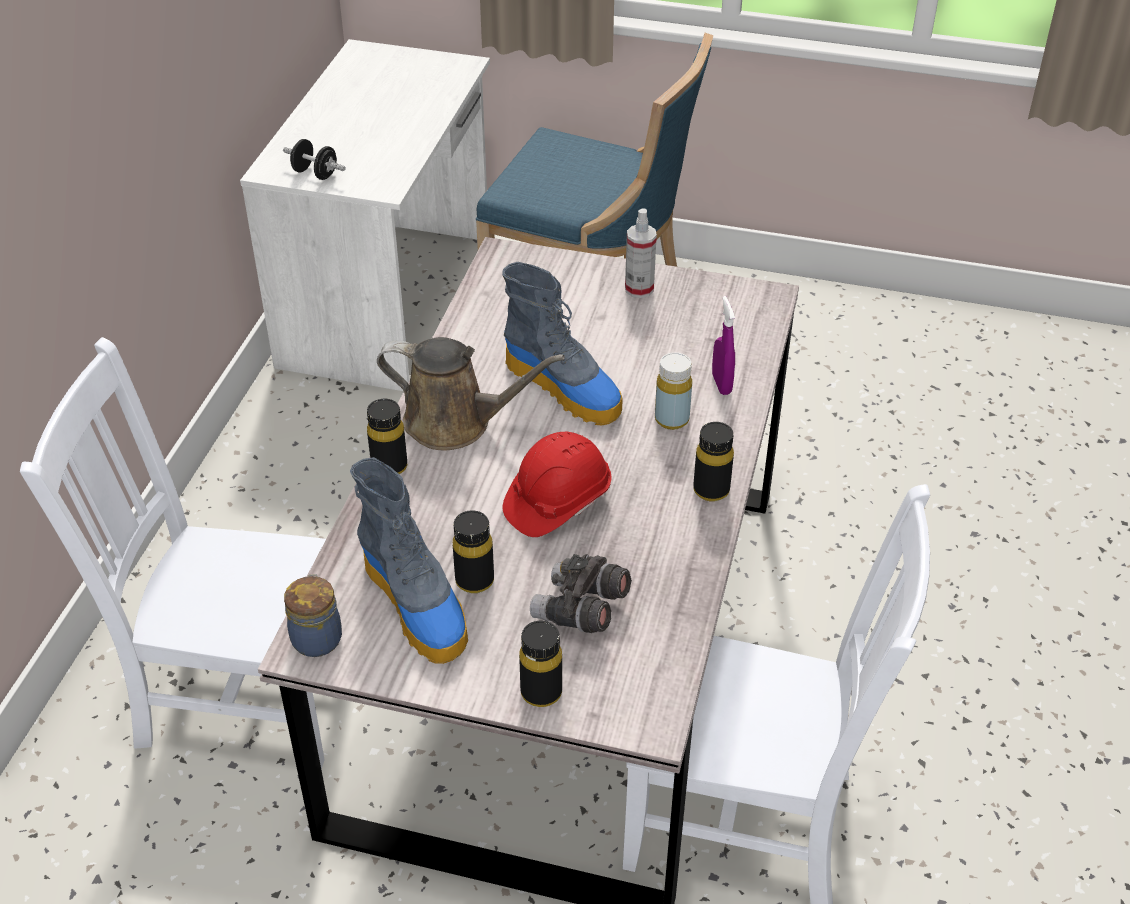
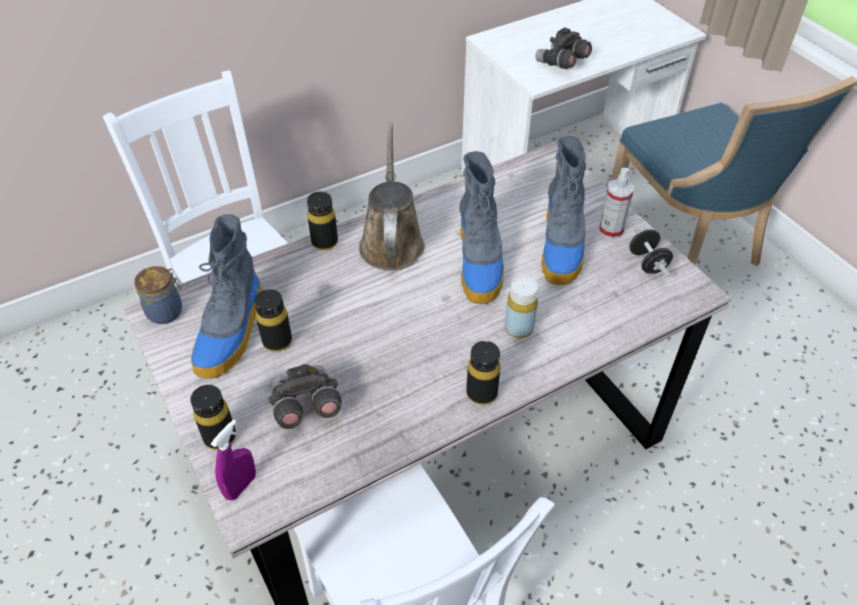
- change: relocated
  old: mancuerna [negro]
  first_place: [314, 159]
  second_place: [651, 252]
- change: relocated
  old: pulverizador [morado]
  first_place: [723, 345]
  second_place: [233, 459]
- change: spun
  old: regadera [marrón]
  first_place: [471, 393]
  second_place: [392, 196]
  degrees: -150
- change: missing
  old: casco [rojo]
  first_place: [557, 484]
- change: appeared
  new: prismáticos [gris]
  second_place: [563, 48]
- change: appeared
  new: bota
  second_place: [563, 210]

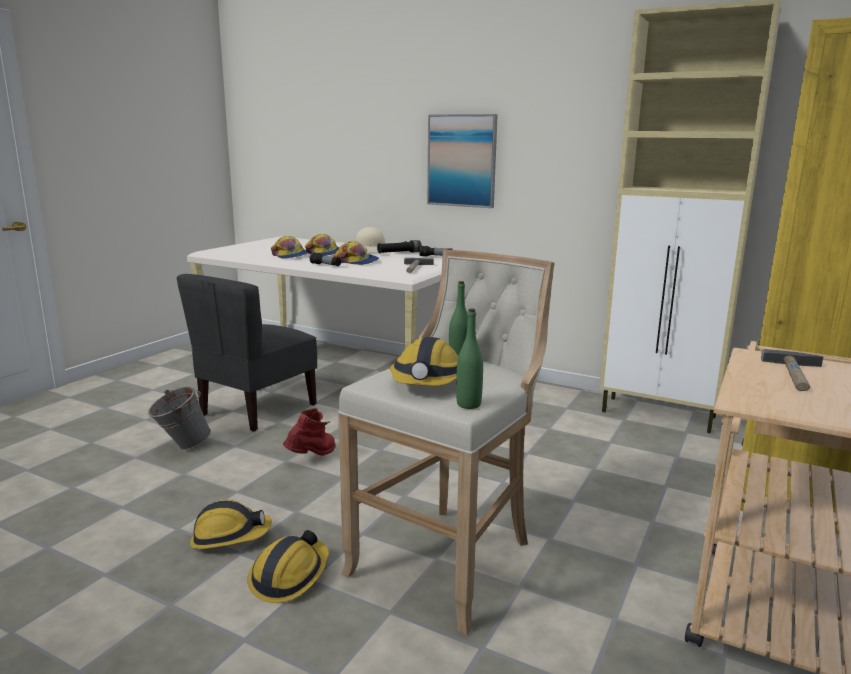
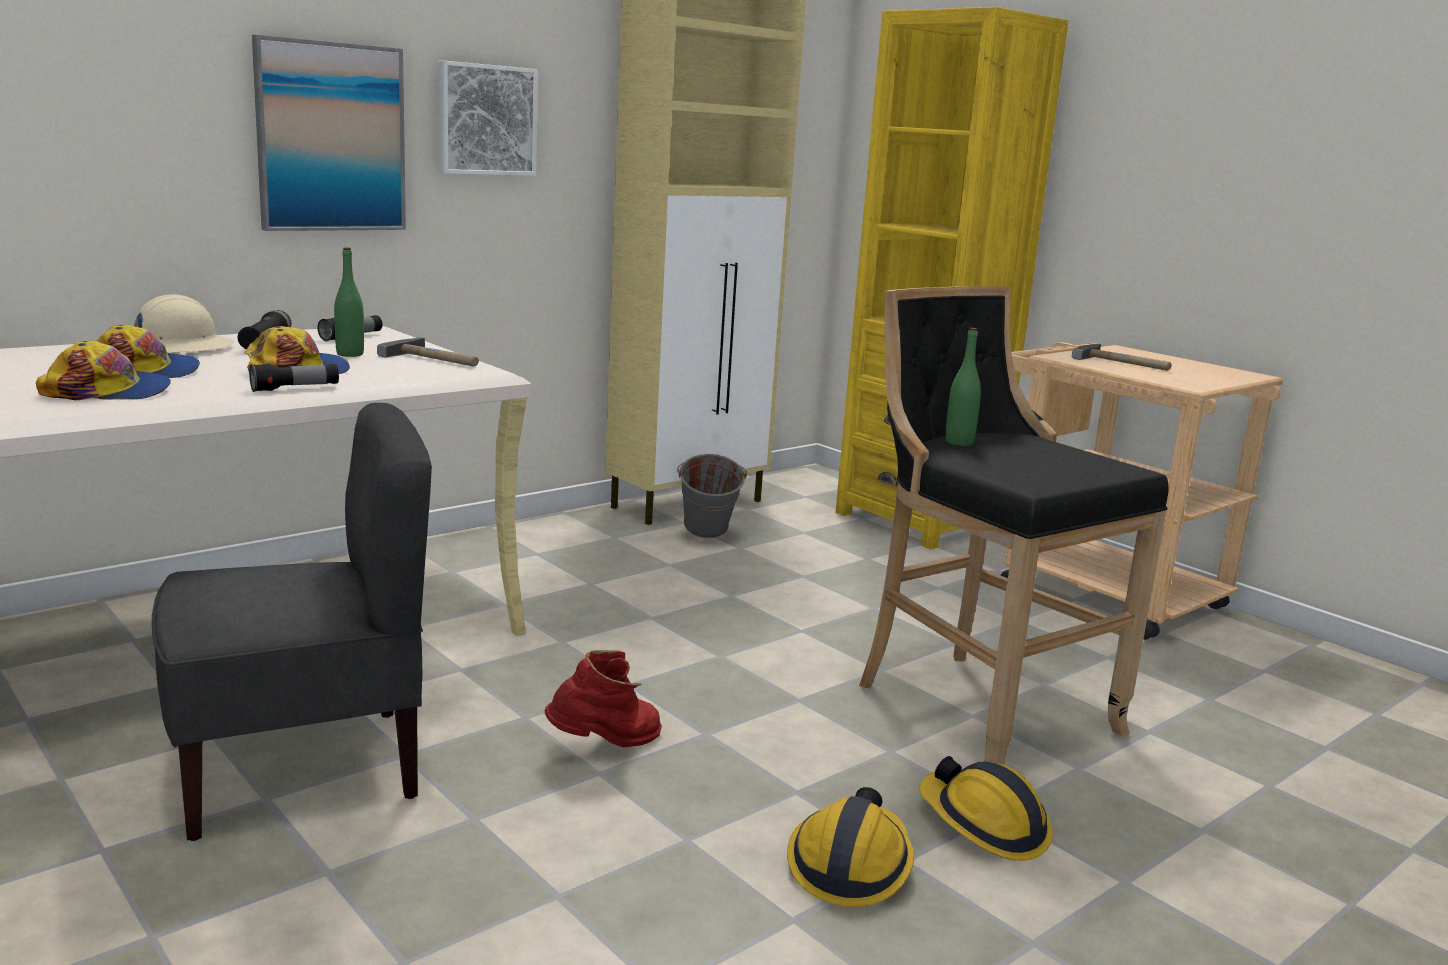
- change: colour
  old: taburete [beis]
  new: taburete [negro]
  first_place: [446, 442]
  second_place: [1014, 525]
- change: spun
  old: silla [gris]
  first_place: [247, 353]
  second_place: [292, 622]
  degrees: -75
- change: relocated
  old: botella [verde]
  first_place: [469, 358]
  second_place: [349, 302]
- change: missing
  old: casco
  first_place: [424, 361]
- change: relocated
  old: cubo [gris]
  first_place: [179, 418]
  second_place: [712, 496]
- change: spun
  old: bota [rojo]
  first_place: [309, 432]
  second_place: [603, 699]
  degrees: 90
- change: appeared
  new: cuadro
  second_place: [488, 118]

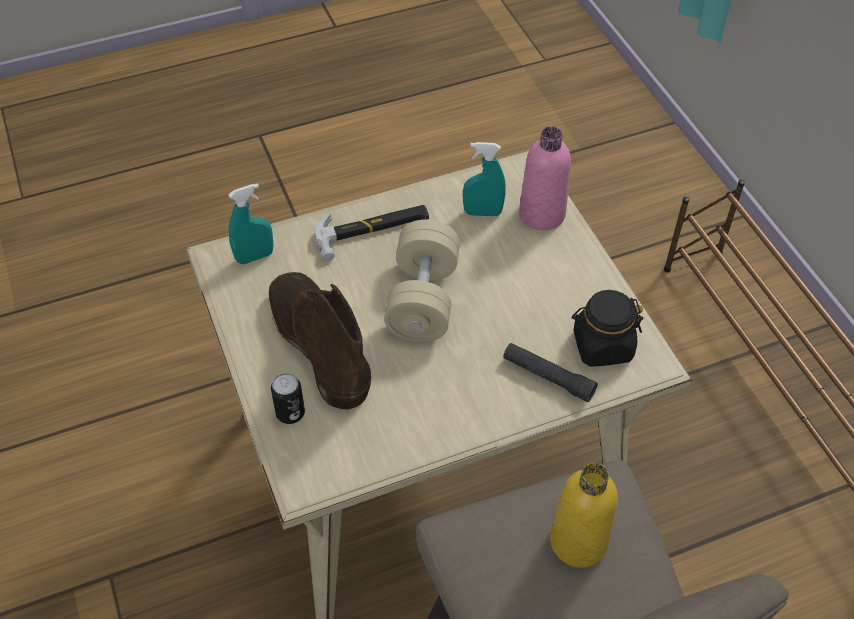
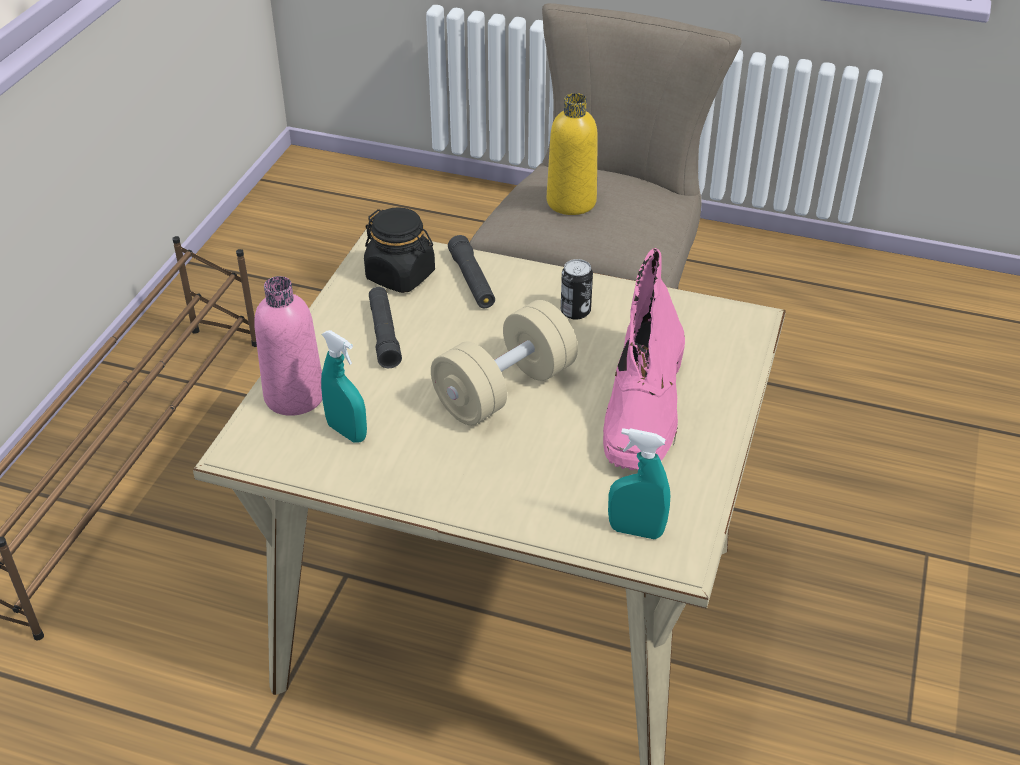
- change: missing
  old: martillo
  first_place: [372, 233]
- change: colour
  old: bota [marrón]
  new: bota [rosa]
  first_place: [320, 341]
  second_place: [644, 359]
- change: relocated
  old: lata
  first_place: [288, 398]
  second_place: [577, 289]
- change: appeared
  new: linterna [negro]
  second_place: [385, 327]

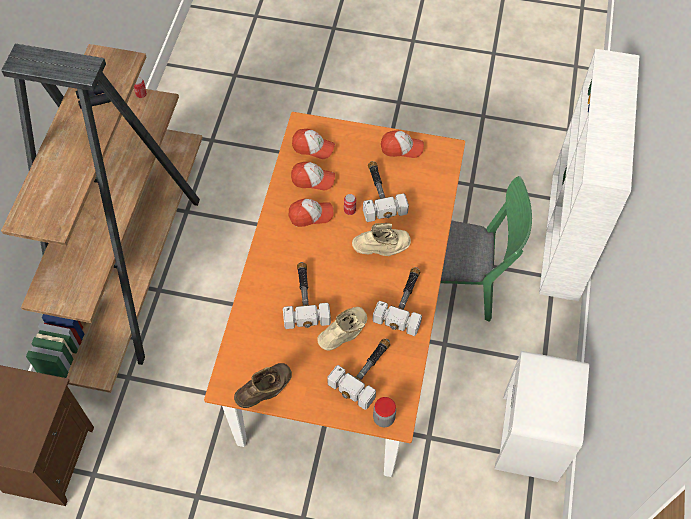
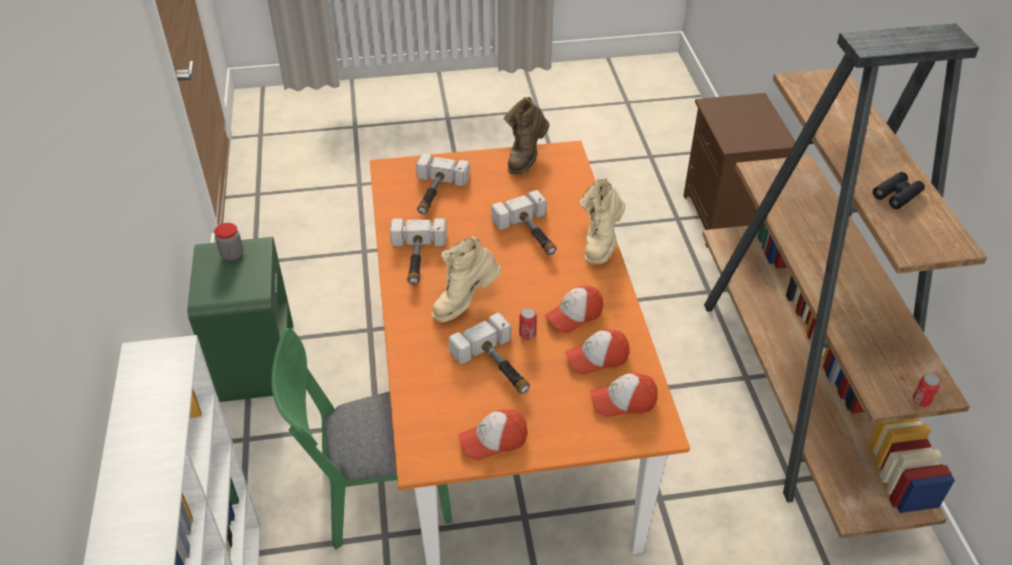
- change: relocated
  old: bota [beis]
  first_place: [342, 329]
  second_place: [602, 221]
- change: colour
  old: mesita de noche [blanco]
  new: mesita de noche [verde]
  first_place: [541, 416]
  second_place: [240, 319]
- change: relocated
  old: tarro
  first_place: [384, 412]
  second_place: [228, 242]

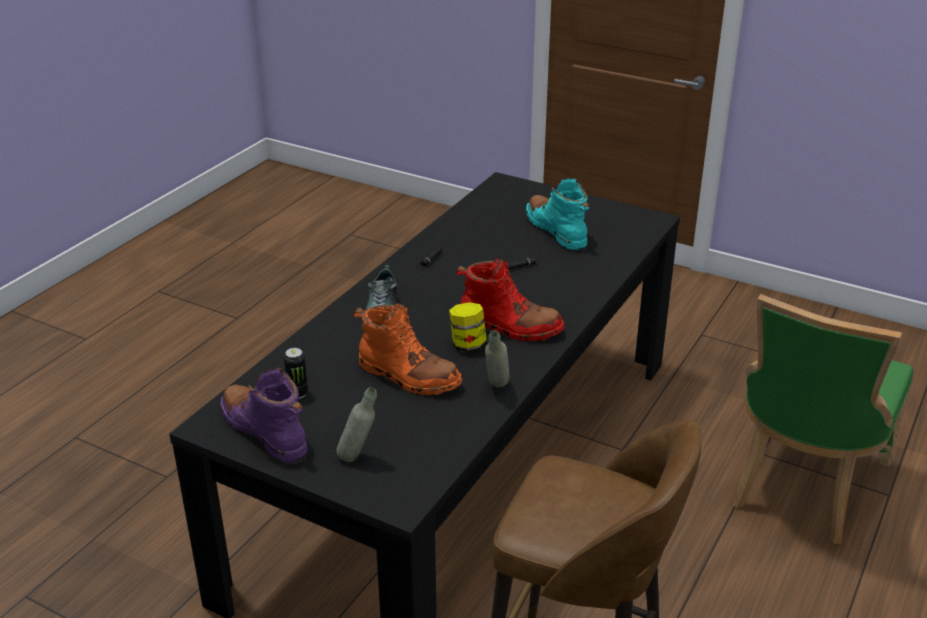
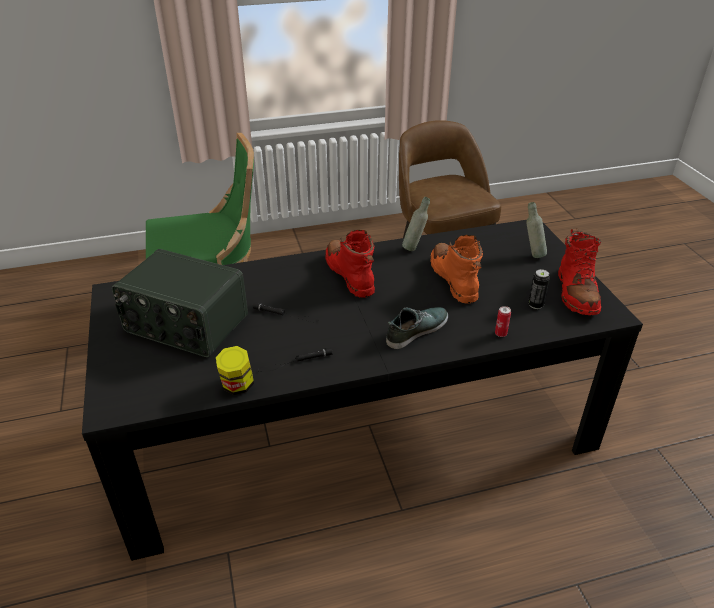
- change: exchanged
  old: bota [turquesa]
  new: radio
  first_place: [558, 214]
  second_place: [180, 303]
- change: relocated
  old: tarro
  first_place: [468, 327]
  second_place: [235, 370]
- change: colour
  old: bota [morado]
  new: bota [rojo]
  first_place: [264, 415]
  second_place: [579, 271]
- change: appeared
  new: lata
  second_place: [503, 321]

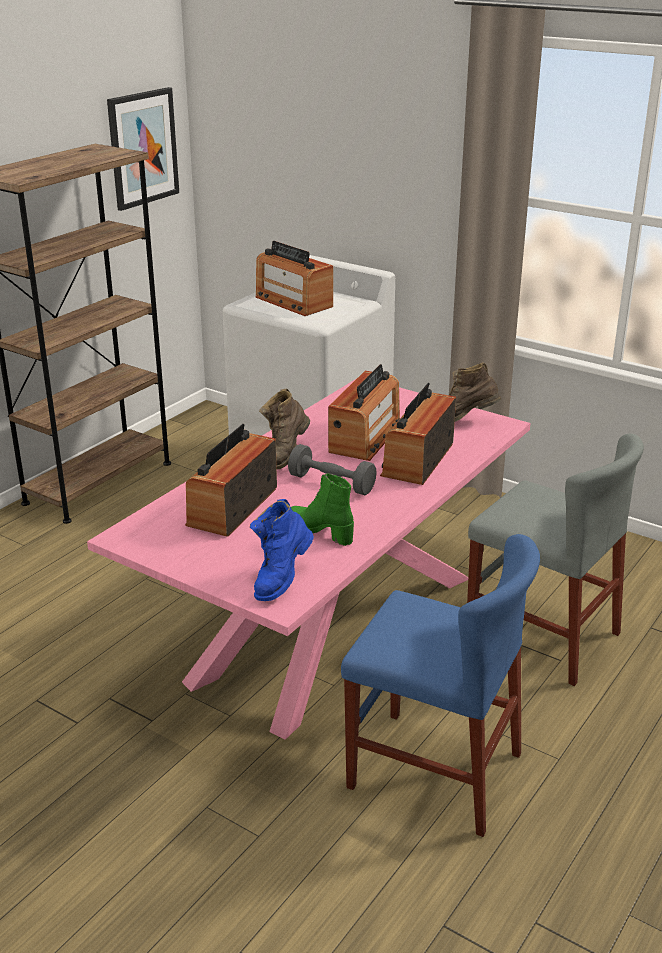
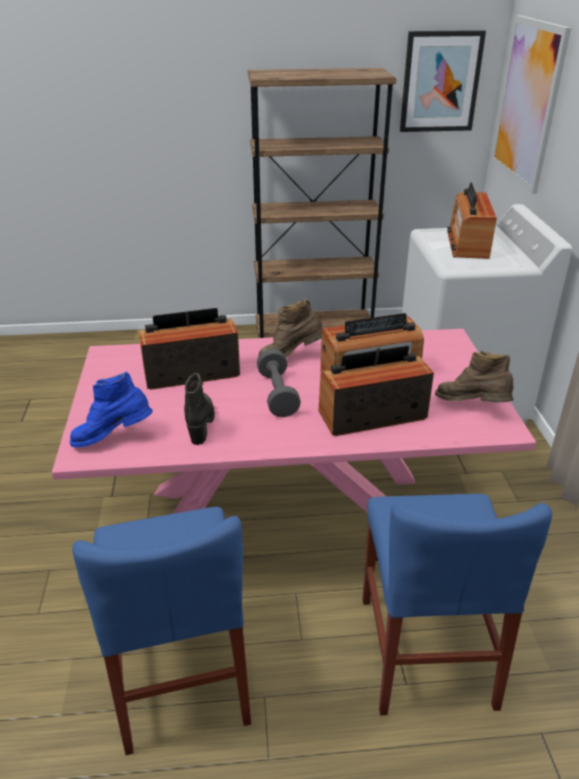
- change: colour
  old: silla [gris]
  new: silla [azul]
  first_place: [555, 559]
  second_place: [457, 605]
- change: colour
  old: bota [verde]
  new: bota [negro]
  first_place: [322, 510]
  second_place: [199, 409]
- change: appeared
  new: cuadro
  second_place: [531, 104]

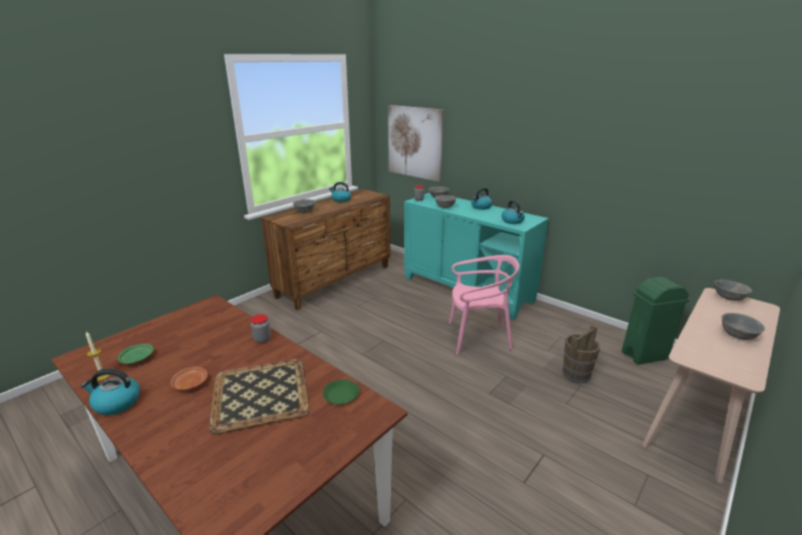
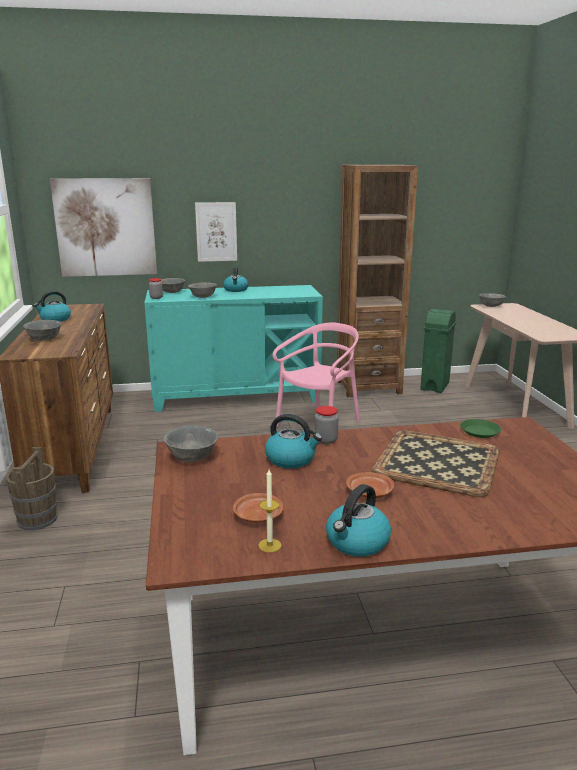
- change: relocated
  old: hervidor
  first_place: [513, 212]
  second_place: [293, 441]
- change: relocated
  old: cuenco [gris]
  first_place: [743, 326]
  second_place: [191, 443]
- change: relocated
  old: cubo [marrón]
  first_place: [581, 354]
  second_place: [31, 488]
- change: colour
  old: plato [verde]
  new: plato [marrón]
  first_place: [136, 354]
  second_place: [258, 507]
- change: appeared
  new: estantería [marrón]
  second_place: [377, 281]
- change: appeared
  new: cuadro
  second_place: [216, 232]

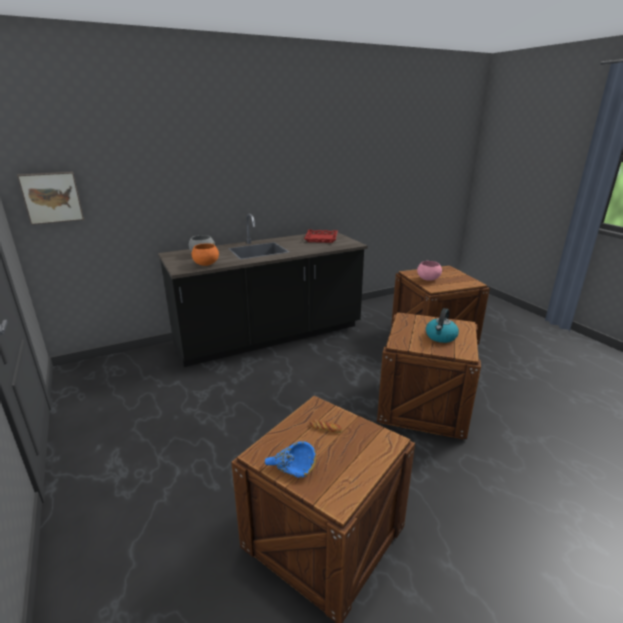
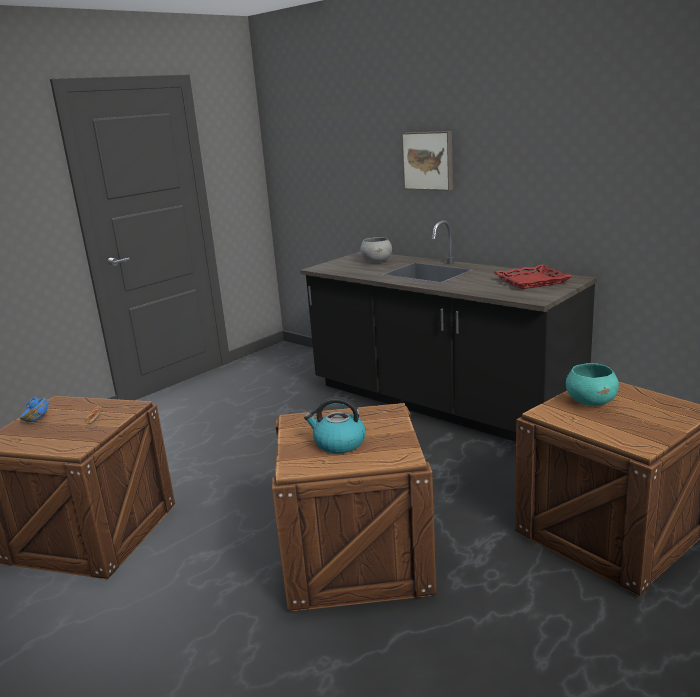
- change: relocated
  old: cuadro
  first_place: [50, 198]
  second_place: [427, 161]
- change: missing
  old: cuenco [naranja]
  first_place: [205, 255]
- change: colour
  old: cuenco [rosa]
  new: cuenco [turquesa]
  first_place: [429, 271]
  second_place: [592, 384]

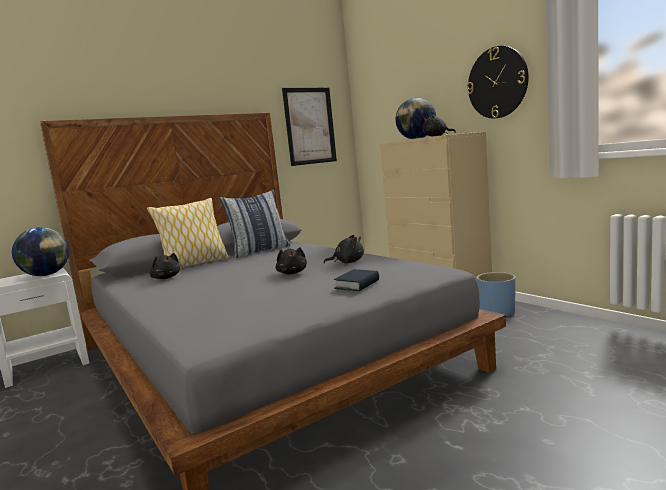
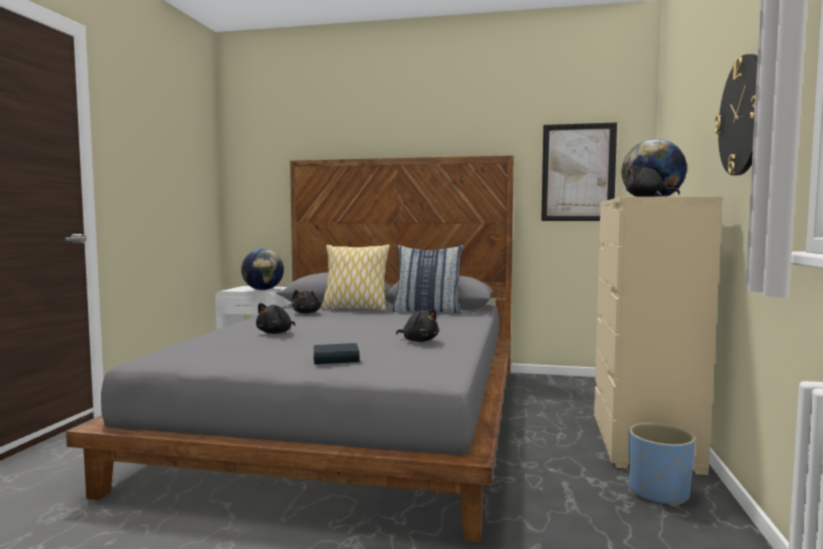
- change: relocated
  old: peluche [negro]
  first_place: [291, 260]
  second_place: [275, 318]

